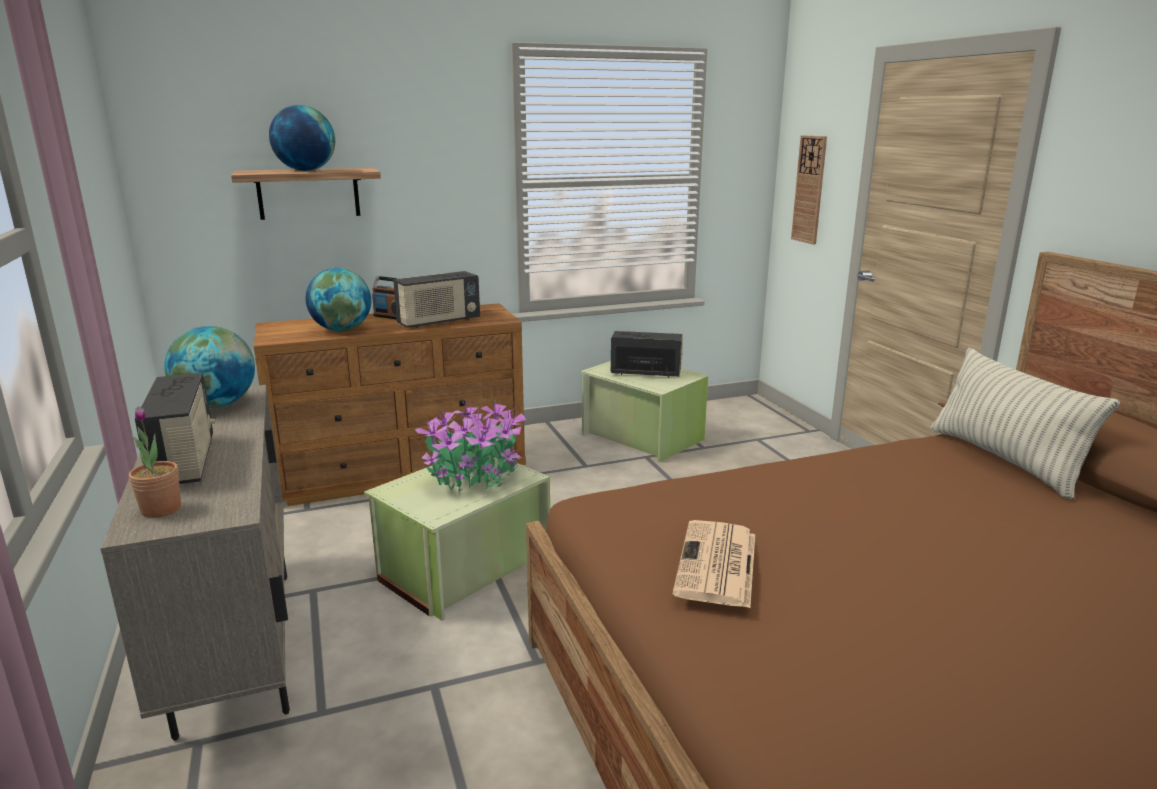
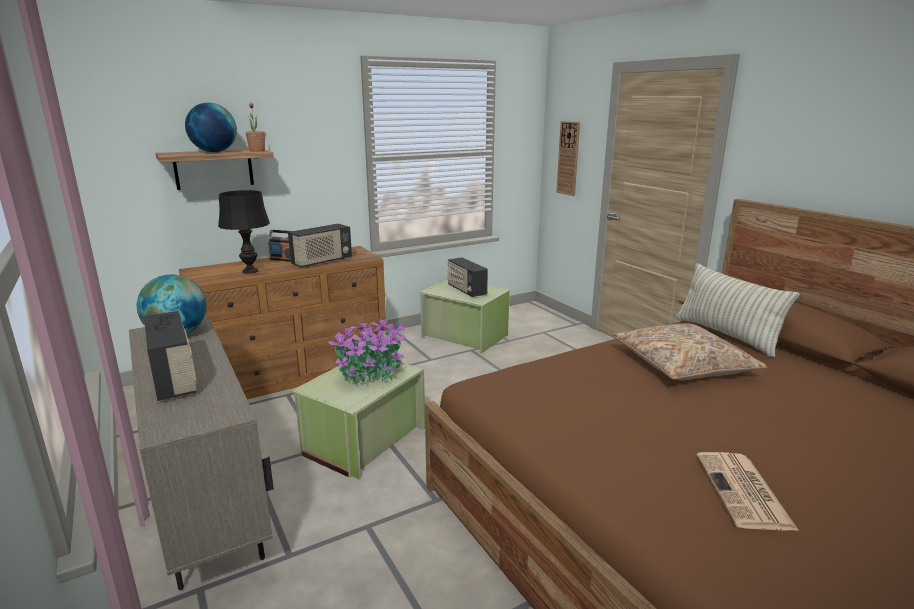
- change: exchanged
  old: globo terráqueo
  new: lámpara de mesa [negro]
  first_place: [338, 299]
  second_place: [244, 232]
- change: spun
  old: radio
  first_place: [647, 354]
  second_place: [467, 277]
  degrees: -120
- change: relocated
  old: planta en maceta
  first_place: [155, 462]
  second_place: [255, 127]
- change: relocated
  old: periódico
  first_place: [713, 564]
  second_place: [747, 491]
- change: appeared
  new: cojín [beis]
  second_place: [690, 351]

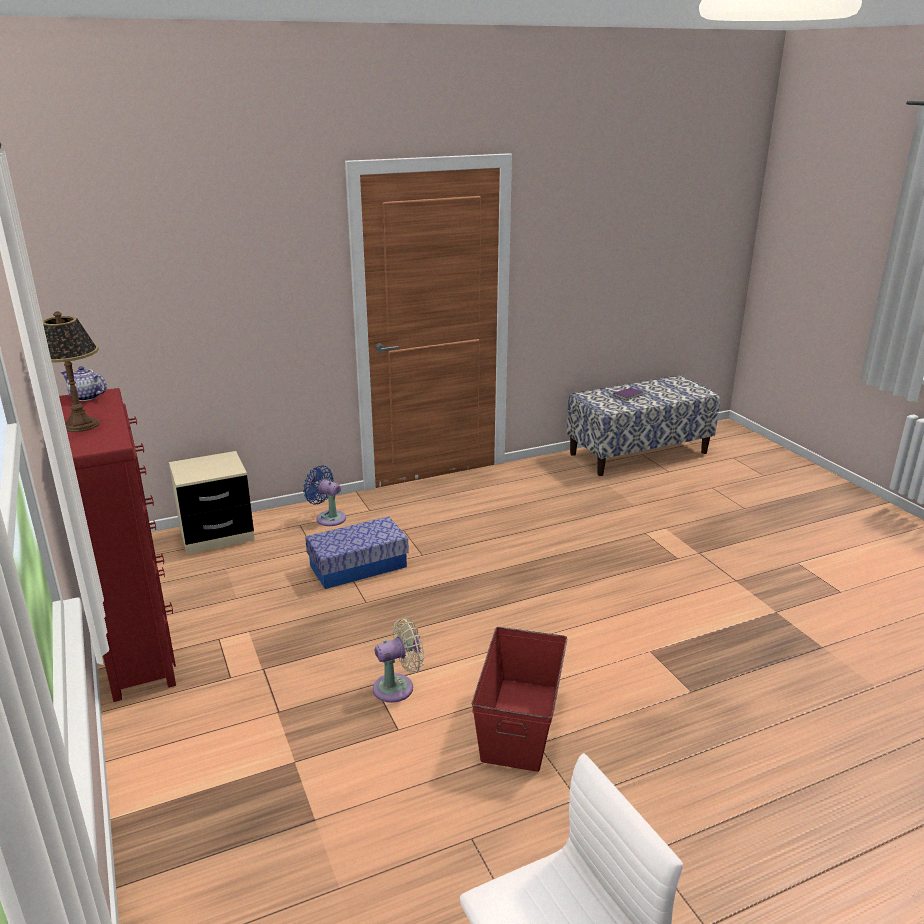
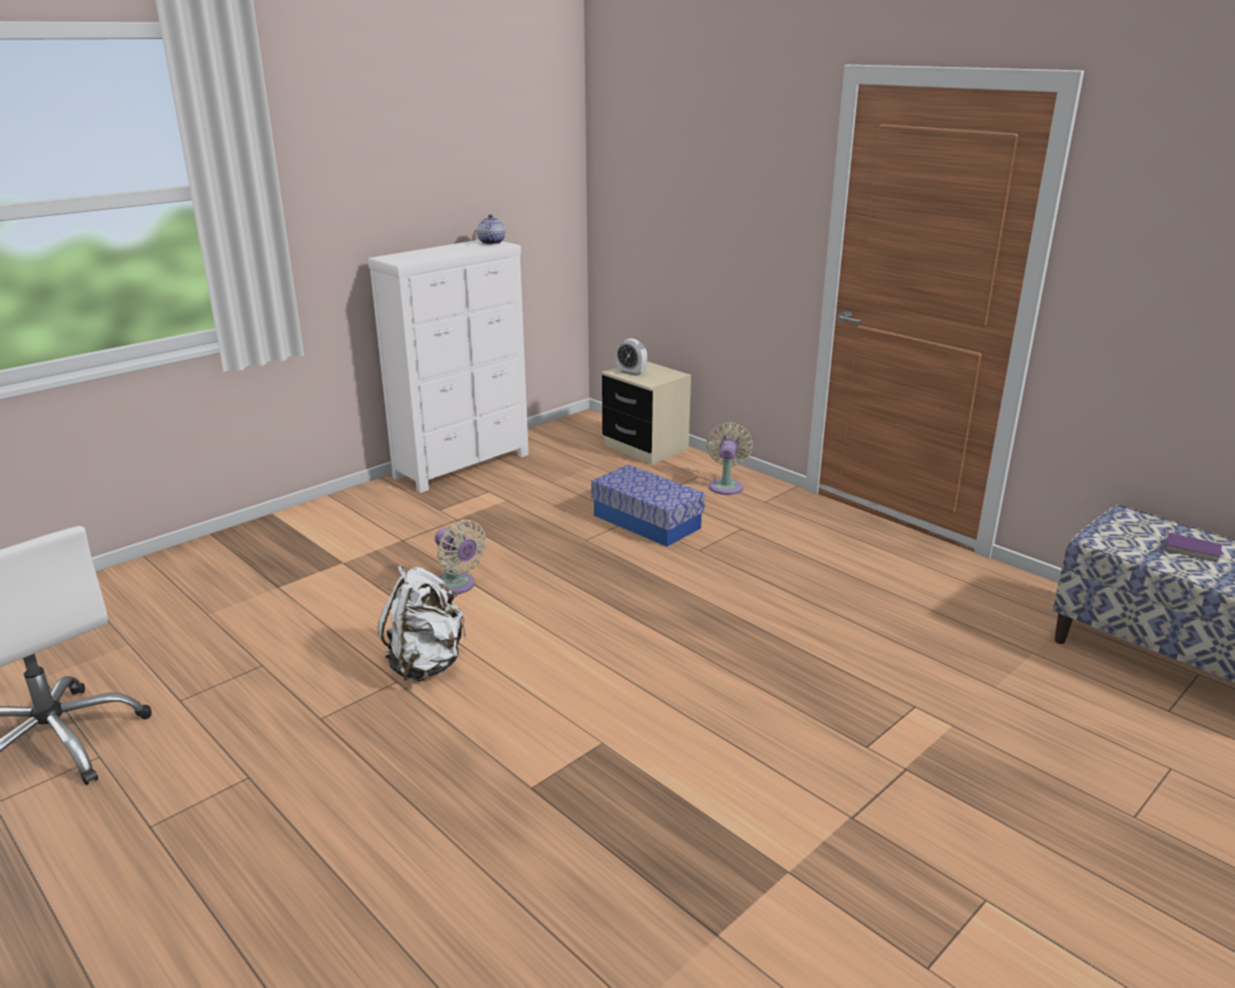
- change: missing
  old: lámpara de mesa
  first_place: [71, 371]
- change: colour
  old: cómoda [rojo]
  new: cómoda [blanco]
  first_place: [117, 545]
  second_place: [448, 366]
- change: colour
  old: ventilador [azul]
  new: ventilador [beis]
  first_place: [324, 496]
  second_place: [729, 458]
- change: exchanged
  old: caja de almacenaje [rojo]
  new: mochila [blanco]
  first_place: [519, 699]
  second_place: [422, 623]
- change: appeared
  new: despertador
  second_place: [631, 357]

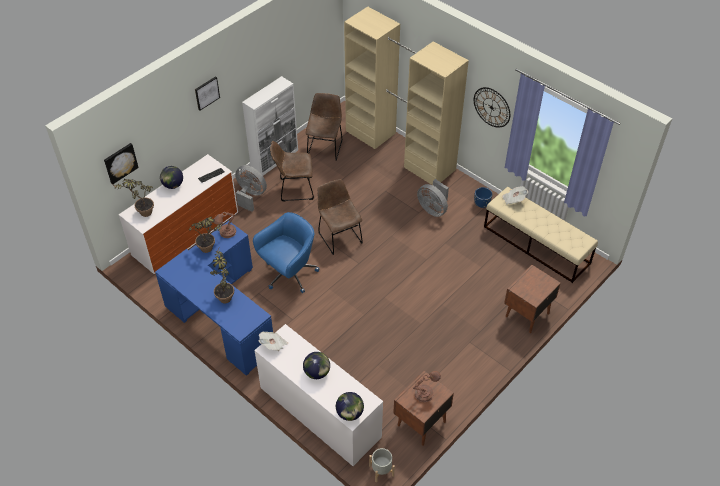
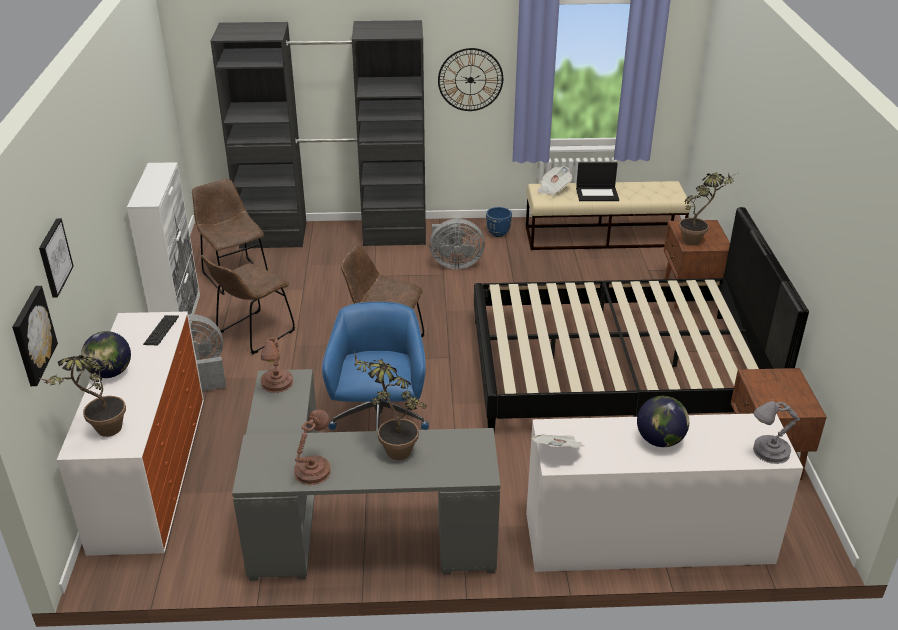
- change: colour
  old: armario ropero [beis]
  new: armario ropero [negro]
  first_place: [406, 96]
  second_place: [318, 134]
- change: relocated
  old: cuadro
  first_place: [207, 93]
  second_place: [56, 257]
- change: relocated
  old: planta en maceta
  first_place: [205, 235]
  second_place: [708, 209]
- change: colour
  old: escritorio [azul]
  new: escritorio [gris]
  first_place: [214, 298]
  second_place: [366, 475]
- change: relocated
  old: lámpara de mesa [marrón]
  first_place: [427, 386]
  second_place: [312, 447]
- change: exchanged
  old: globo terráqueo
  new: lámpara de mesa [gris]
  first_place: [350, 406]
  second_place: [776, 432]
- change: missing
  old: maceta [gris]
  first_place: [382, 465]
- change: appeared
  new: portátil
  second_place: [597, 181]
- change: appeared
  new: cama [negro]
  second_place: [641, 320]

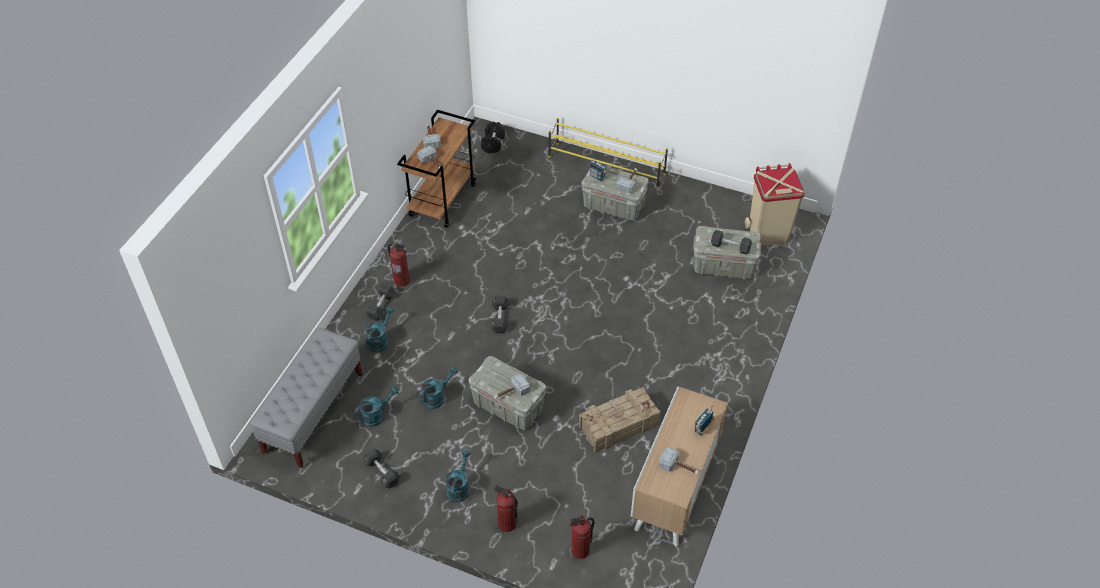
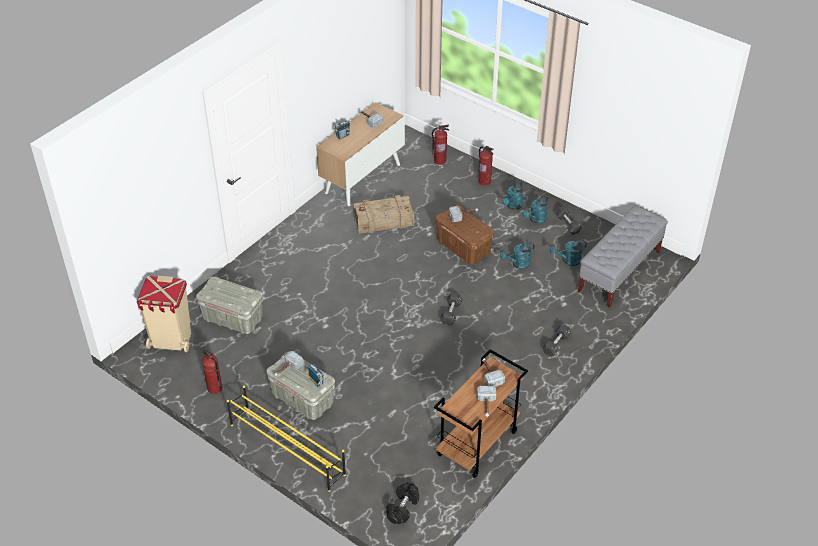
- change: missing
  old: mancuerna [negro]
  first_place: [731, 242]
- change: relocated
  old: extintor
  first_place: [399, 265]
  second_place: [211, 370]
- change: relocated
  old: regadera [turquesa]
  first_place: [380, 329]
  second_place: [535, 210]
- change: colour
  old: caja de almacenaje [gris]
  new: caja de almacenaje [marrón]
  first_place: [507, 393]
  second_place: [464, 234]

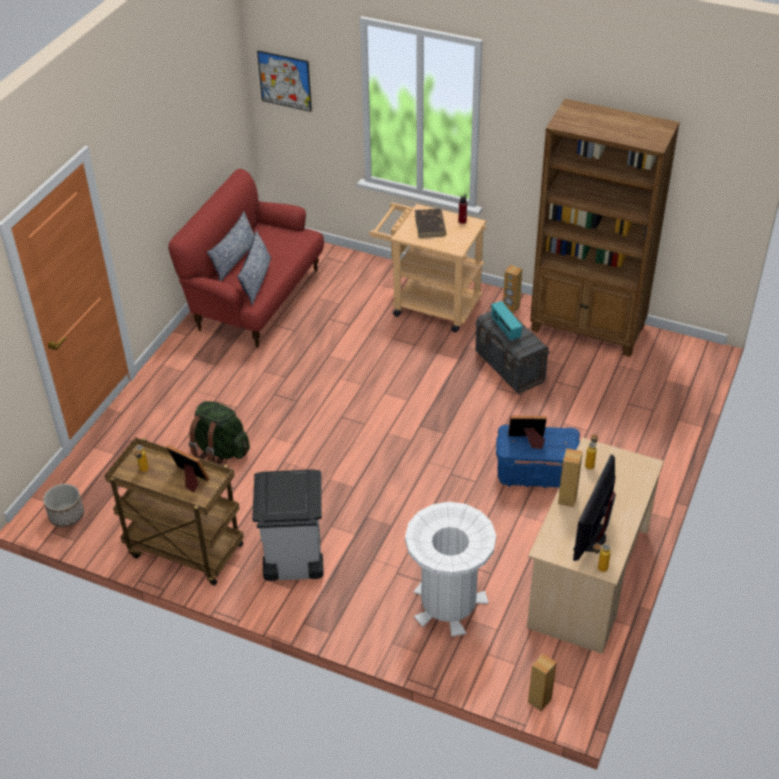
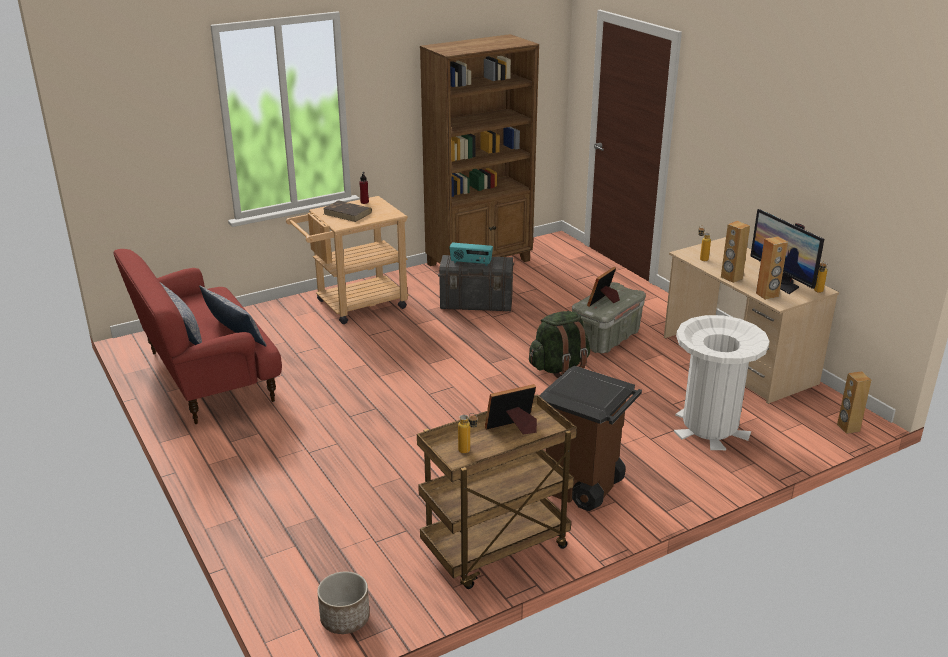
- change: missing
  old: cuadro
  first_place: [284, 81]
- change: relocated
  old: altavoz [marrón]
  first_place: [512, 289]
  second_place: [772, 268]
- change: relocated
  old: mochila [verde]
  first_place: [219, 433]
  second_place: [559, 344]
- change: colour
  old: caja de almacenaje [azul]
  new: caja de almacenaje [gris]
  first_place: [538, 456]
  second_place: [609, 317]
- change: colour
  old: papelera [gris]
  new: papelera [marrón]
  first_place: [288, 525]
  second_place: [591, 438]

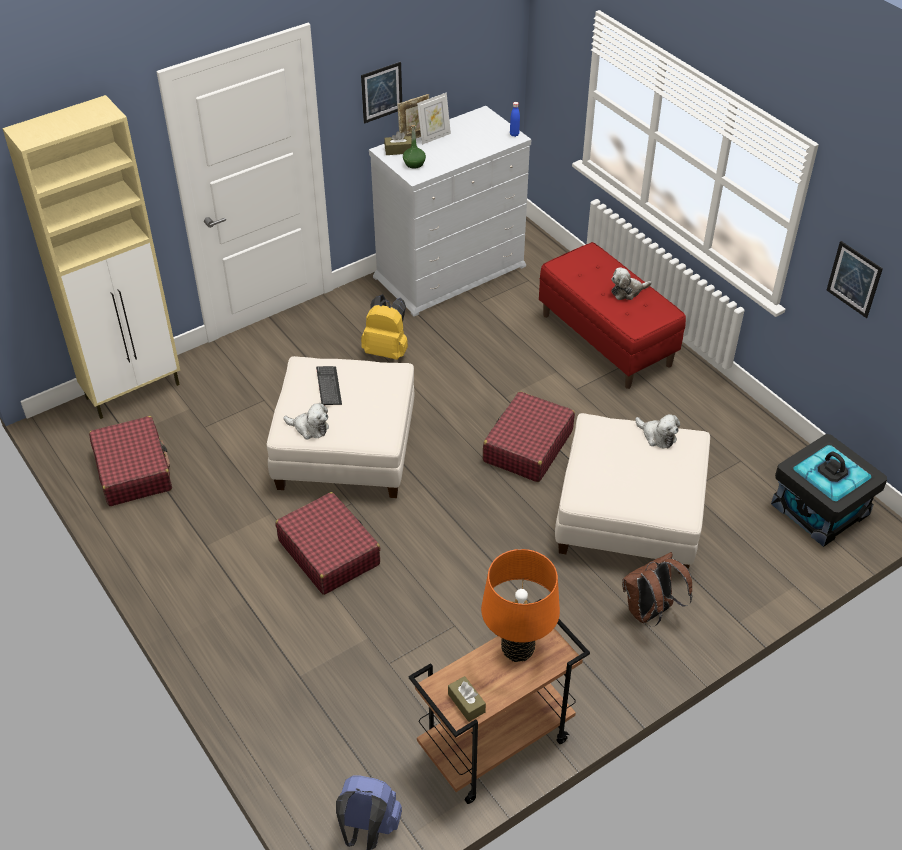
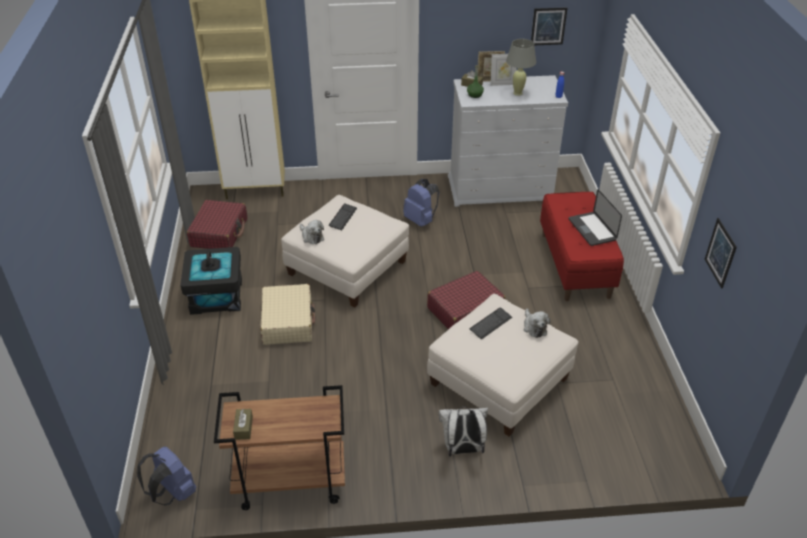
- change: relocated
  old: cuadro
  first_place: [381, 93]
  second_place: [549, 26]
- change: exchanged
  old: peluche
  new: portátil
  first_place: [631, 283]
  second_place: [595, 217]
- change: colour
  old: mochila [amarillo]
  new: mochila [azul]
  first_place: [384, 327]
  second_place: [421, 203]
- change: relocated
  old: caja de almacenaje [negro]
  first_place: [829, 490]
  second_place: [211, 281]
- change: colour
  old: maleta [rojo]
  new: maleta [beis]
  first_place: [328, 543]
  second_place: [287, 314]
- change: missing
  old: lámpara de mesa [naranja]
  first_place: [520, 605]
- change: colour
  old: mochila [marrón]
  new: mochila [blanco]
  first_place: [657, 589]
  second_place: [463, 432]
- change: appeared
  new: lámpara de mesa [gris]
  second_place: [521, 67]
- change: appeared
  new: teclado
  second_place: [491, 323]

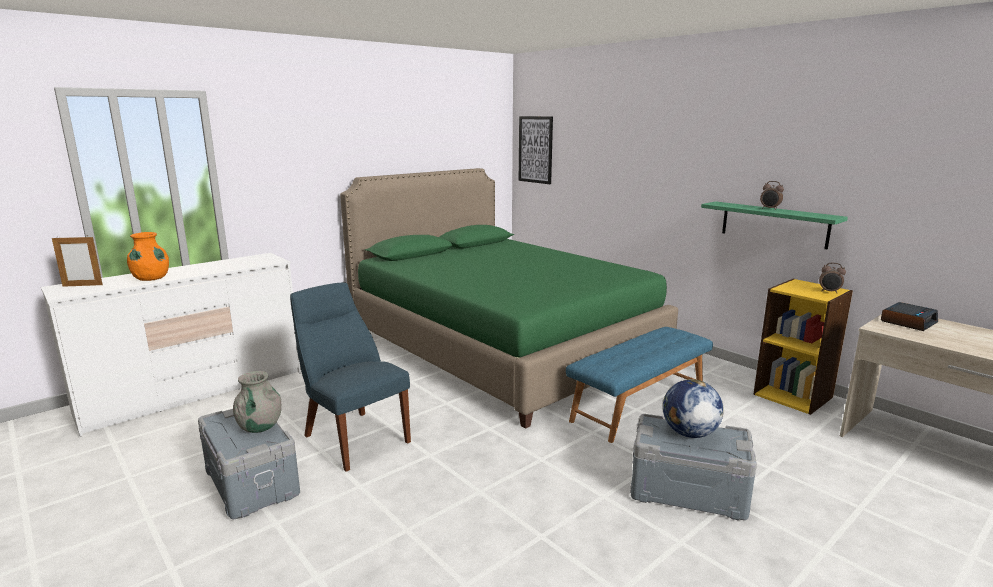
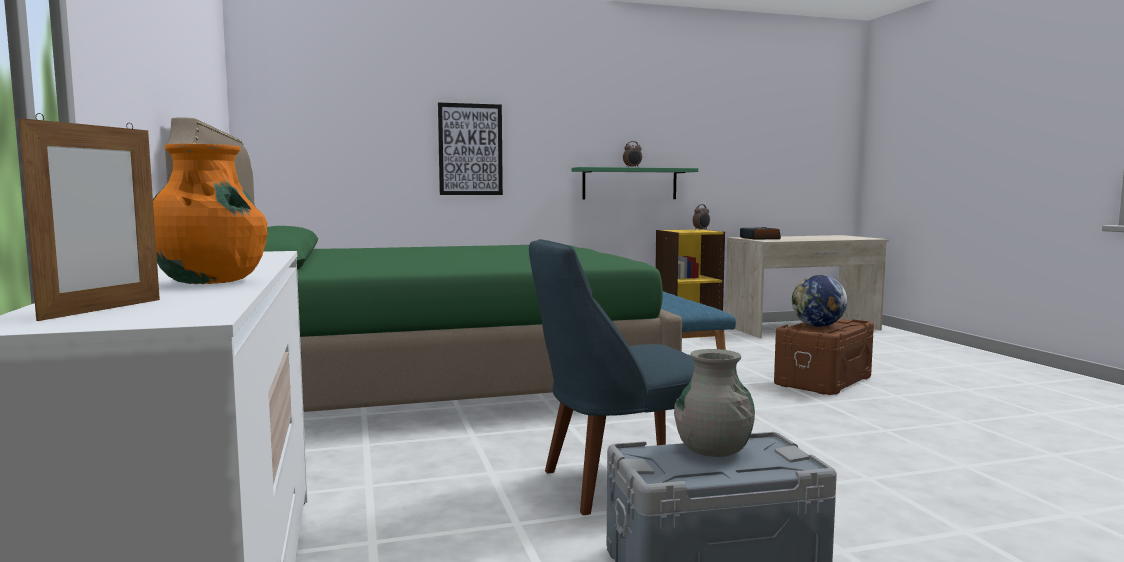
- change: relocated
  old: cuadro
  first_place: [536, 150]
  second_place: [470, 148]
- change: colour
  old: caja de almacenaje [gris]
  new: caja de almacenaje [marrón]
  first_place: [693, 467]
  second_place: [824, 357]

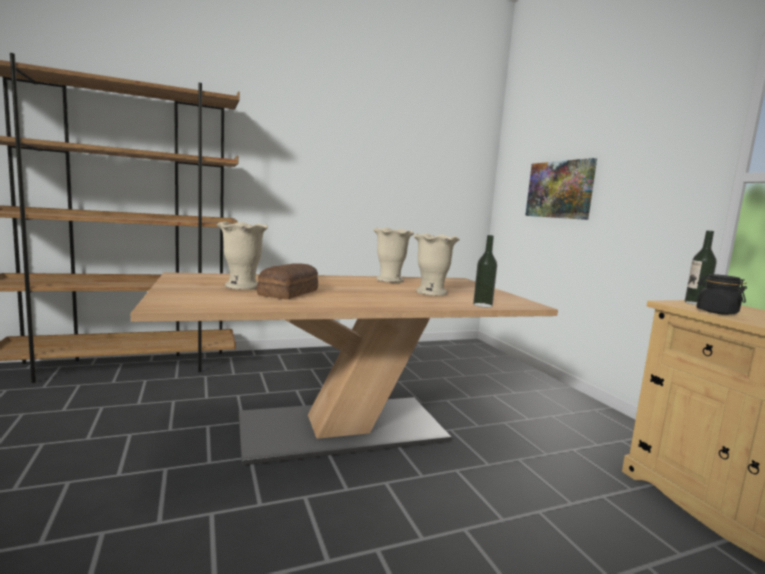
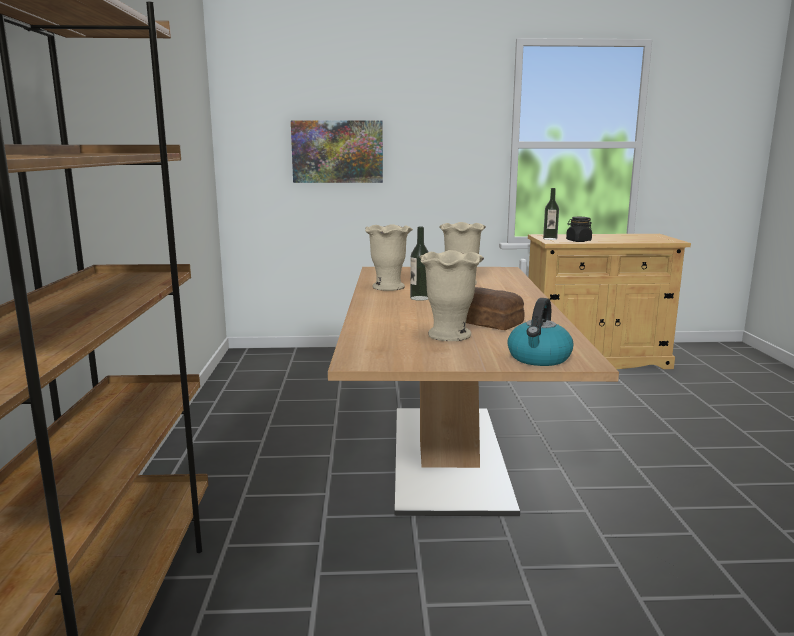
- change: relocated
  old: botella
  first_place: [485, 271]
  second_place: [419, 264]
- change: appeared
  new: hervidor
  second_place: [540, 332]

